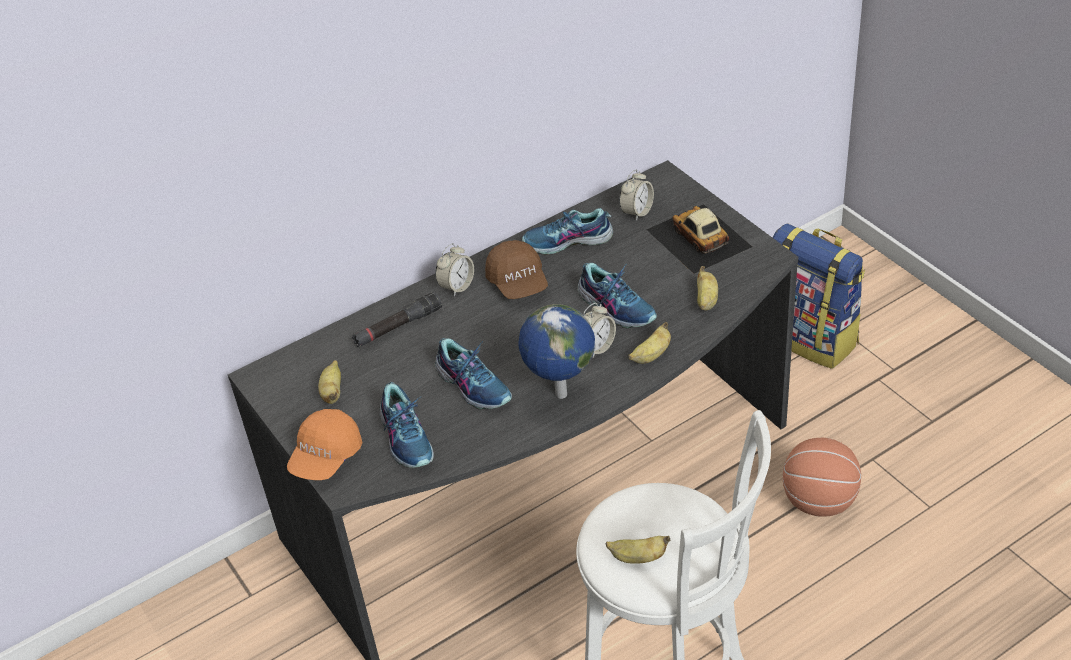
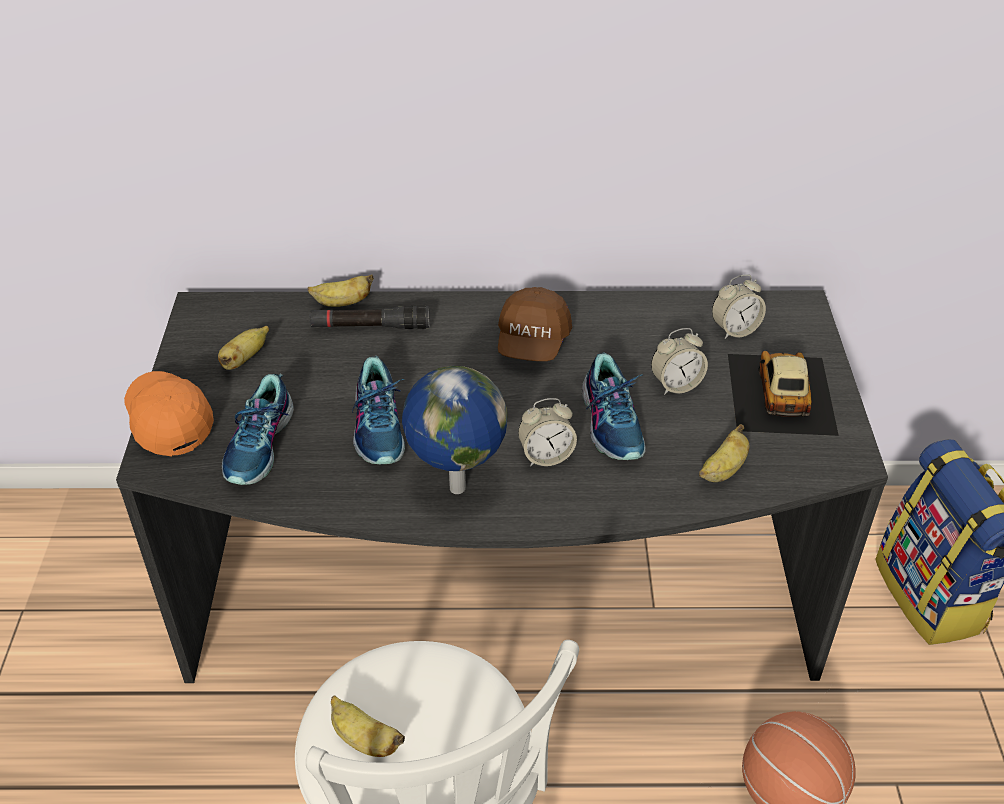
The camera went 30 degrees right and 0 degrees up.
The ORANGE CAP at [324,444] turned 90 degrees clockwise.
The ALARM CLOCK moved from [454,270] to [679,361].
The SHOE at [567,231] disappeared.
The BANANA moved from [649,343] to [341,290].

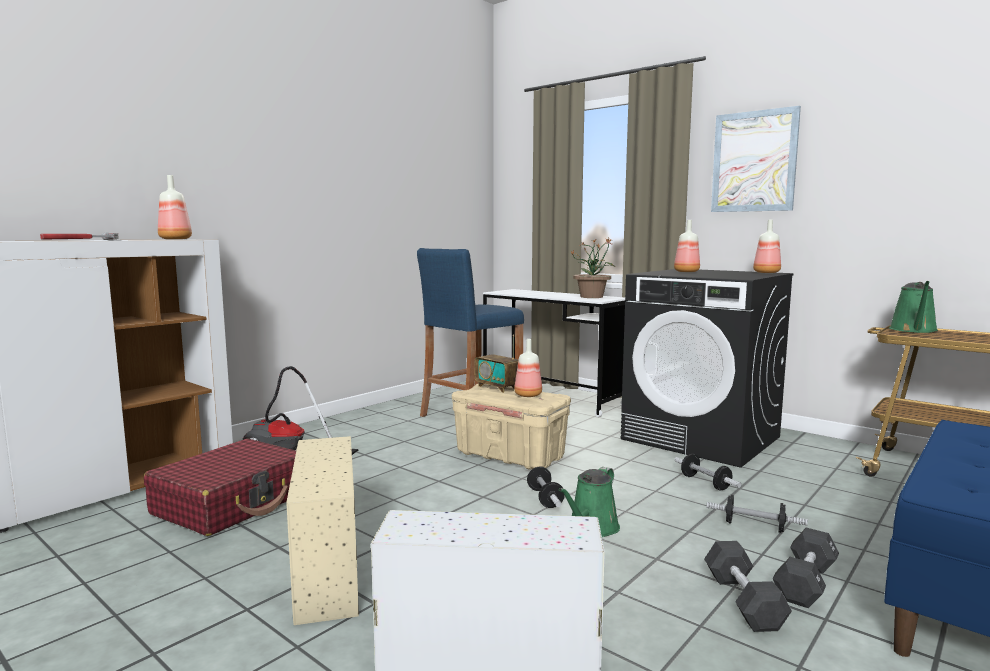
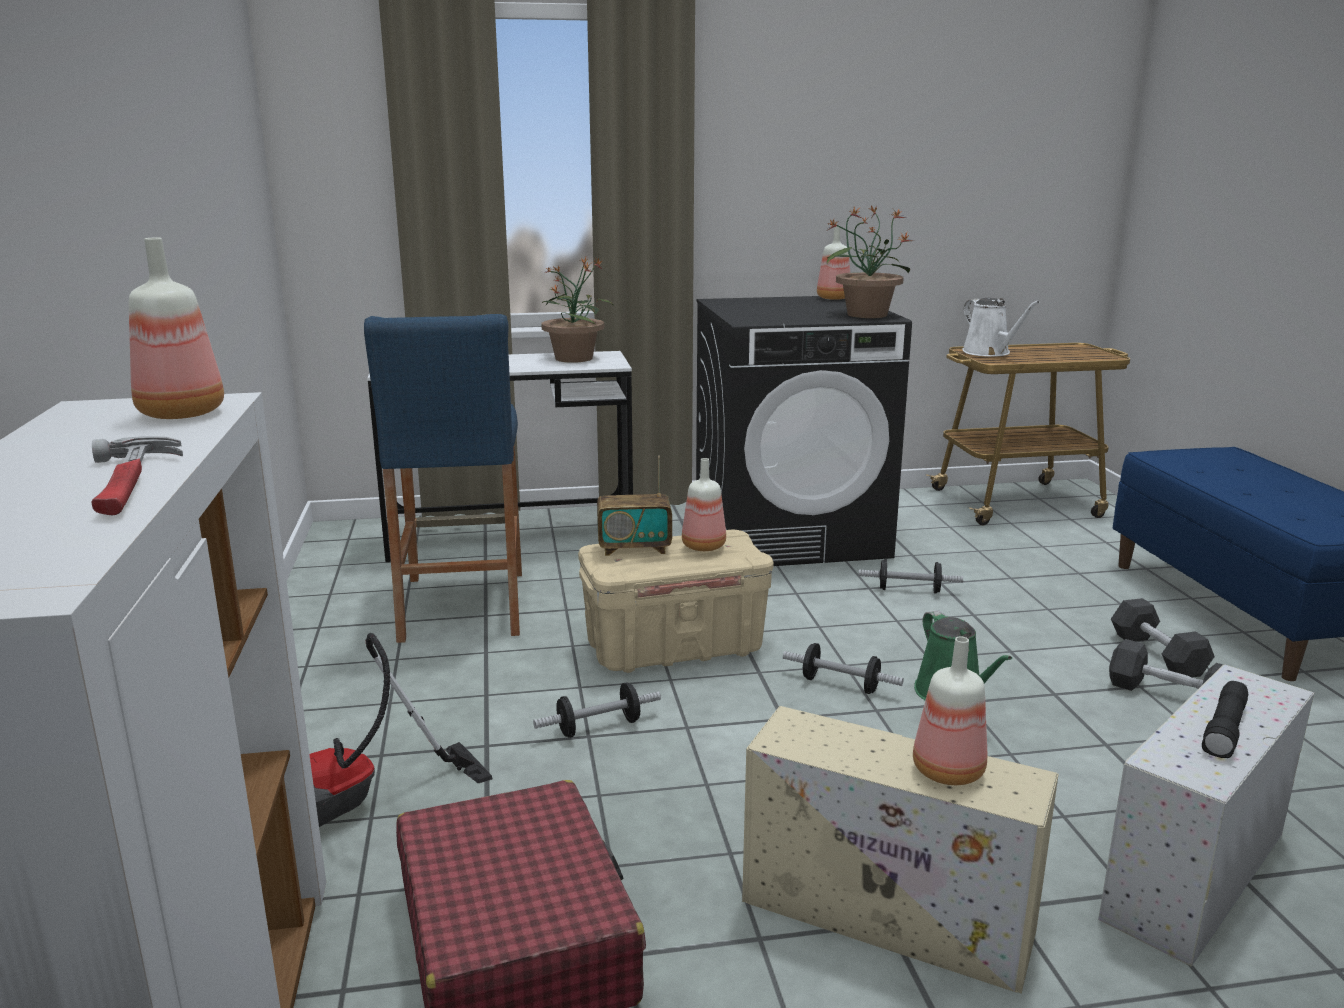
The camera went 50 degrees left and 10 degrees up.
The BOTTLE moved from [687,246] to [950,710].
The DUMBBELL moved from [757,514] to [597,710].
The PICTURE at [756,159] disappeared.
The GREEN WATERING CAN at [913,307] became the WHITE WATERING CAN at [1001,327].
The POTTED PLANT at [870,262] appeared.
The BLACK FLASHLIGHT at [1225,719] appeared.

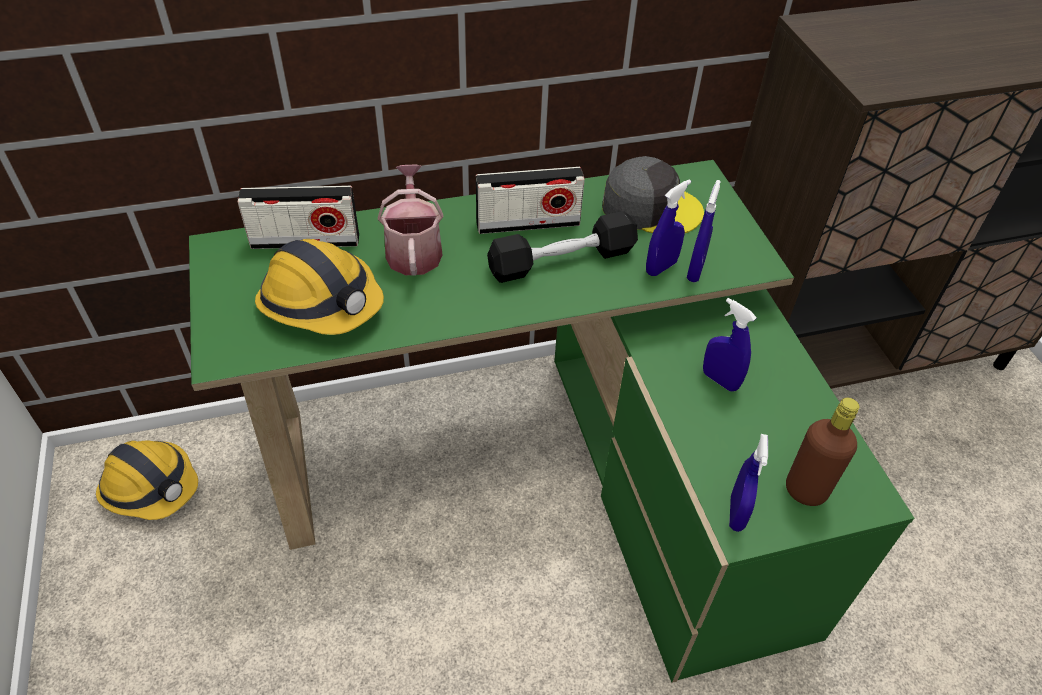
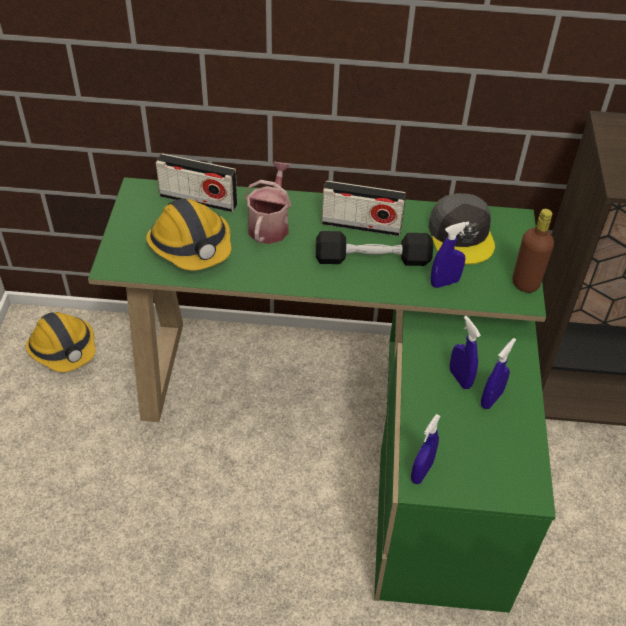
The camera went 20 degrees right and 0 degrees up.
The GREY CAP at [653,194] turned 45 degrees clockwise.
The BLUE SPRAY BOTTLE moved from [704,231] to [498,373].
The BROWN BOTTLE moved from [822,452] to [533,251].

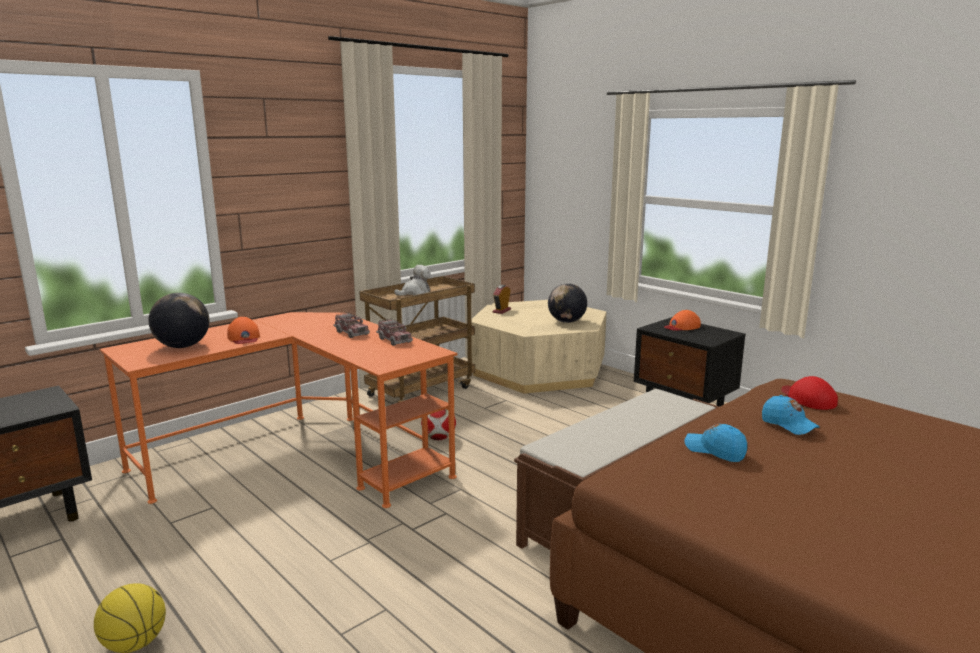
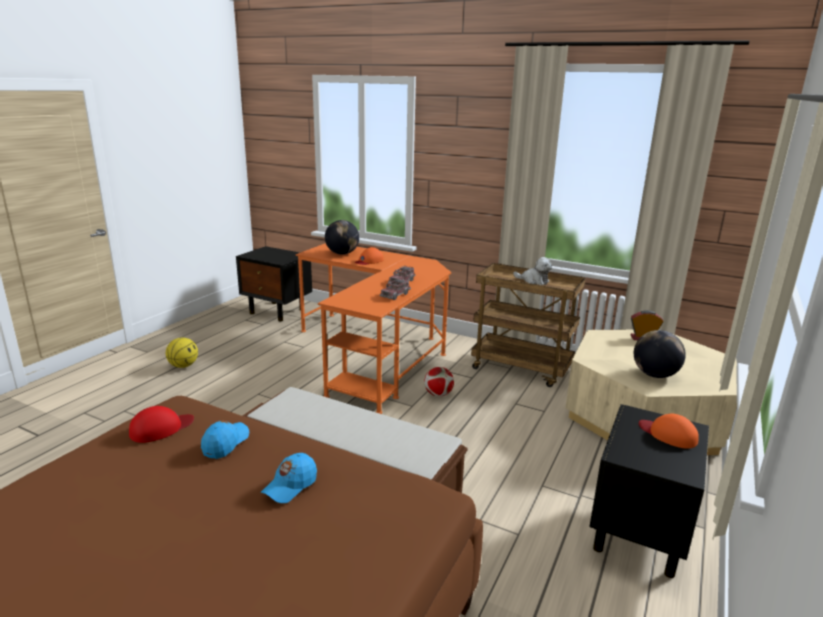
The camera went 70 degrees right and 5 degrees up.
The RED CAP moved from [809,393] to [161,424].

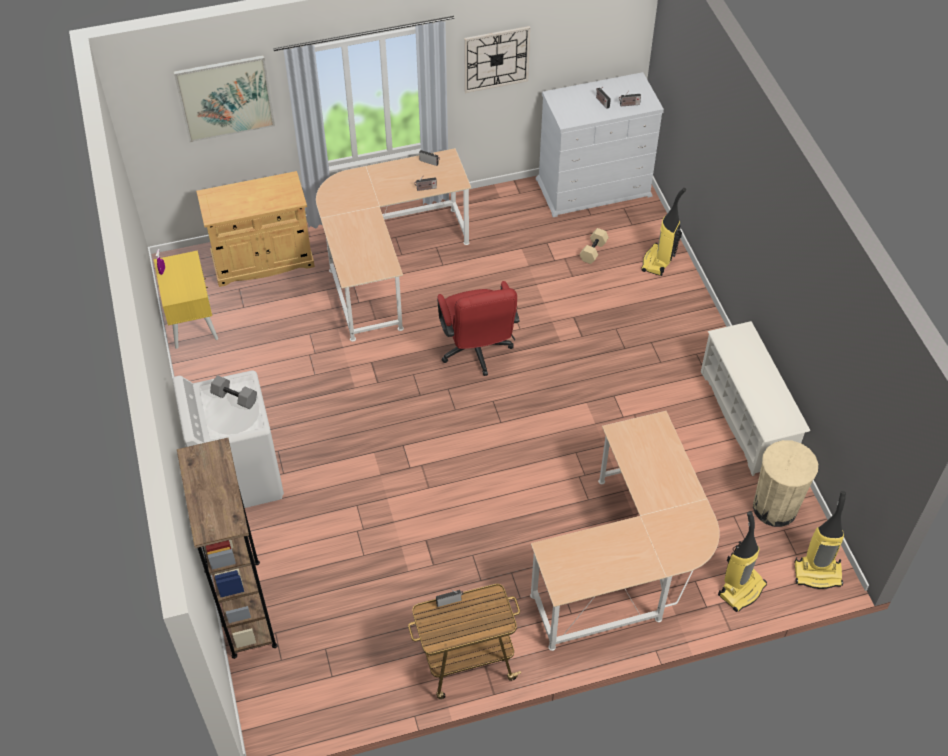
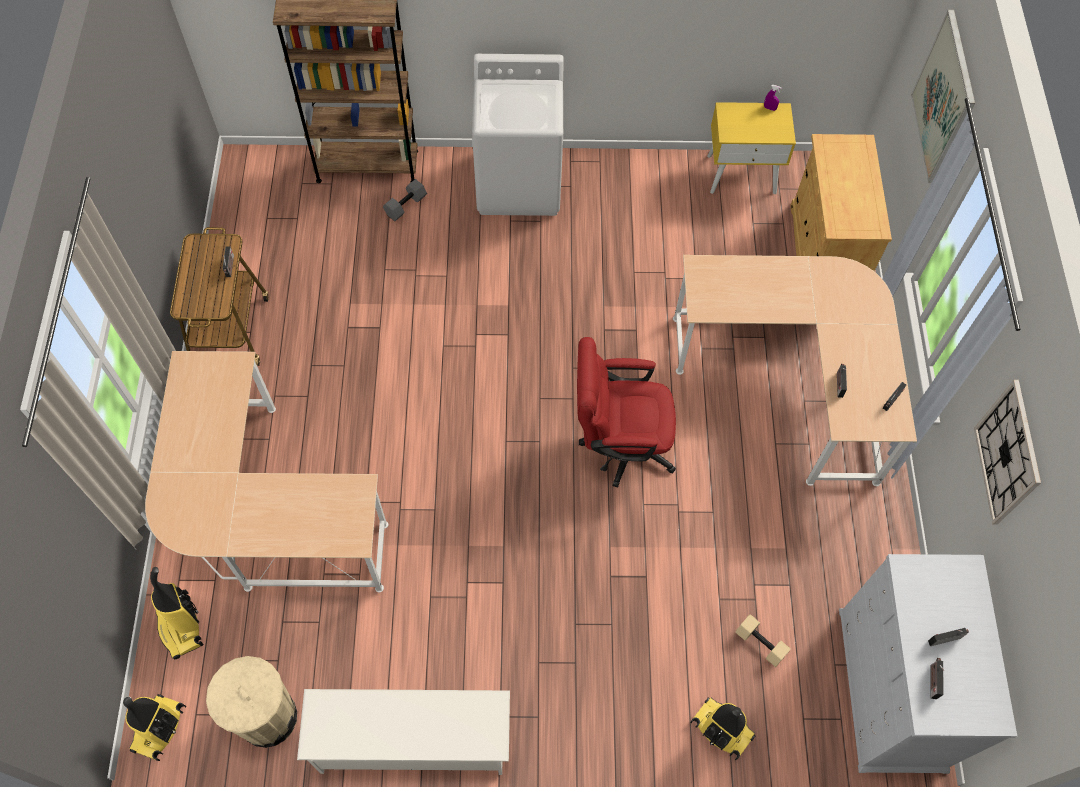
The camera went 105 degrees right and 10 degrees up.
The GREY DUMBBELL moved from [233,392] to [405,200].

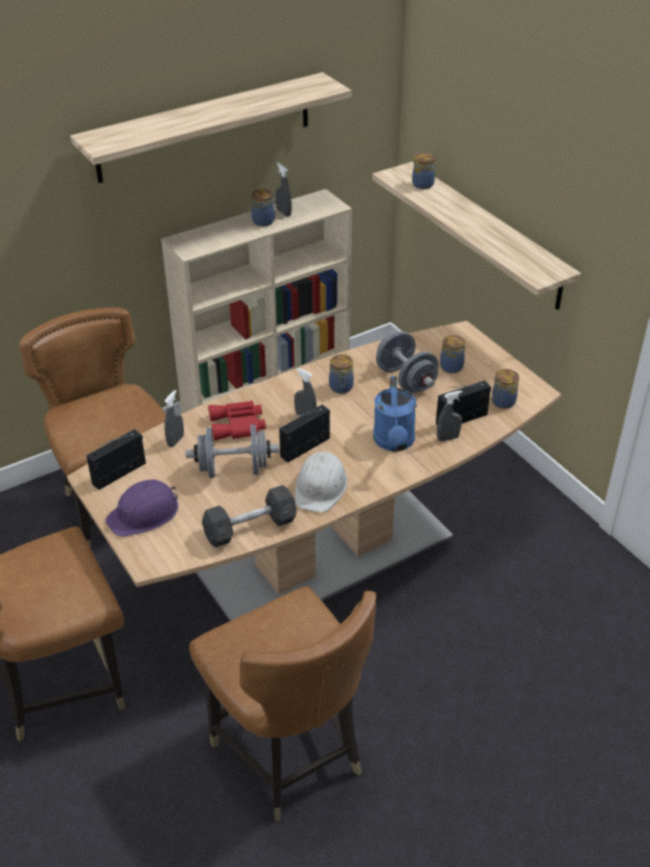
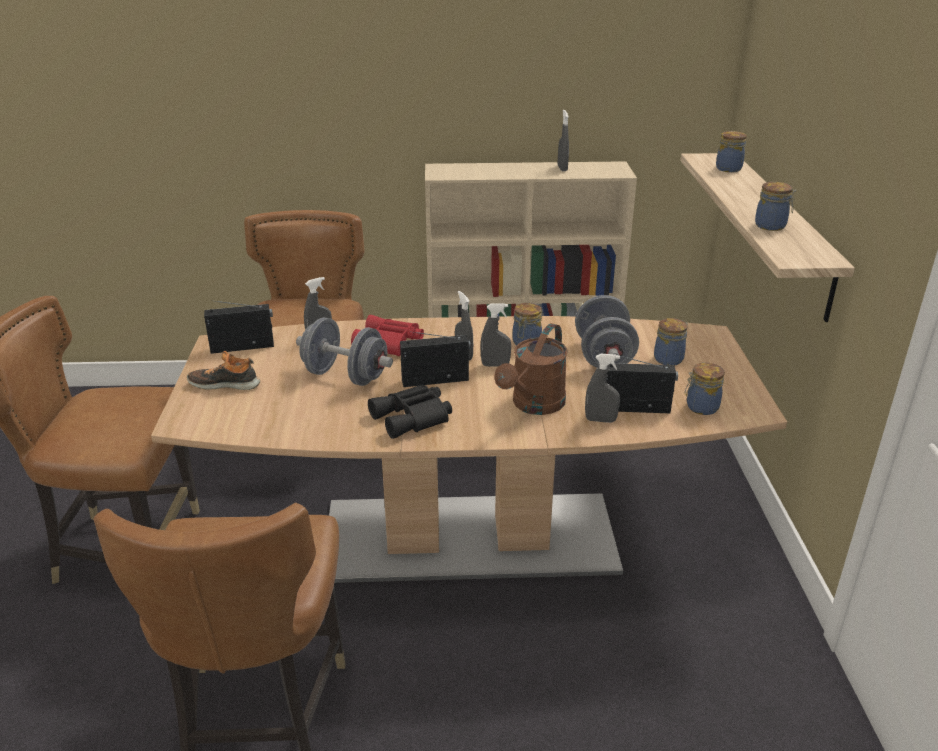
The camera went 30 degrees right and 10 degrees down.
The SHELF at [210,127] disappeared.
The PURPLE HARD HAT at [141,508] was replaced by the SHOE at [223,370].
The GREY DUMBBELL at [249,516] disappeared.
The JAR moved from [264,207] to [775,206].
The WHITE HARD HAT at [321,482] was replaced by the BLACK BINOCULARS at [410,412].
The BLUE WATERING CAN at [394,414] became the BROWN WATERING CAN at [530,369].
The GREY SPRAY BOTTLE at [496,335] appeared.

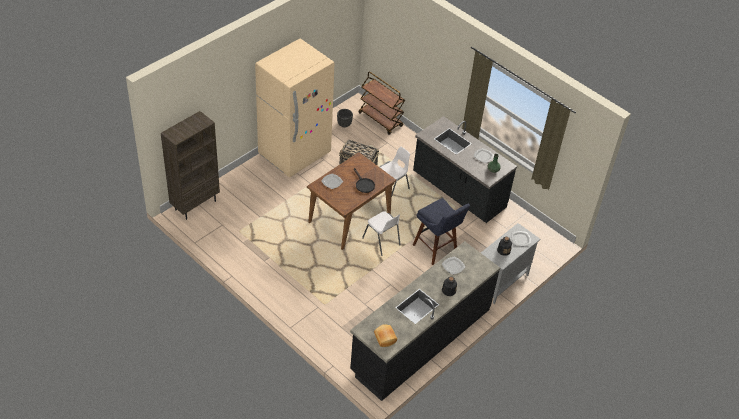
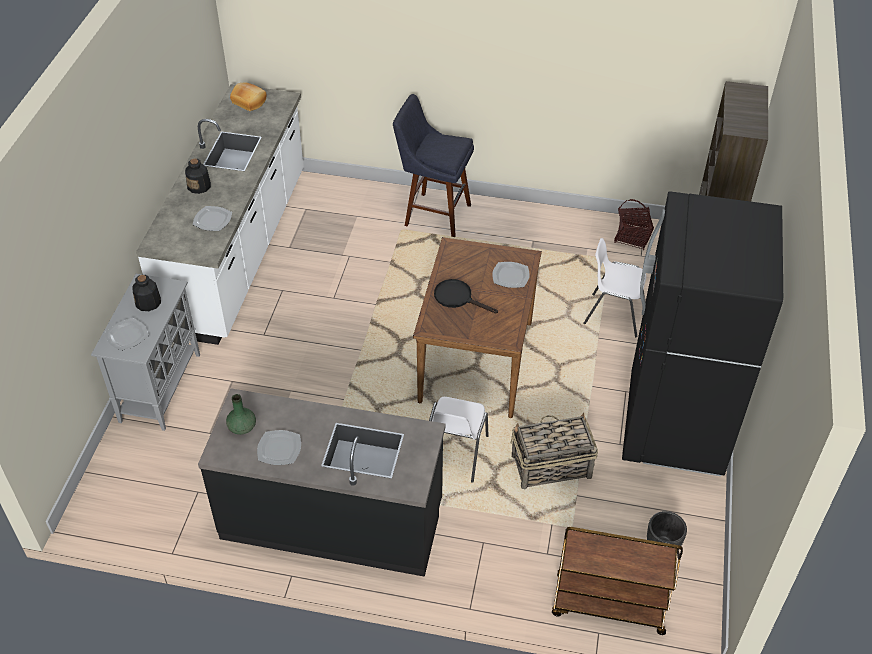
The camera went 150 degrees right and 0 degrees up.
The BEIGE FRIDGE at [294,108] became the BLACK FRIDGE at [702,333].
The BLACK COUNTER at [425,321] became the WHITE COUNTER at [220,214].
The WHITE CHAIR moved from [381,233] to [614,287].
The BLUE STOOL moved from [441,231] to [433,165].
The BASKET at [634,224] appeared.

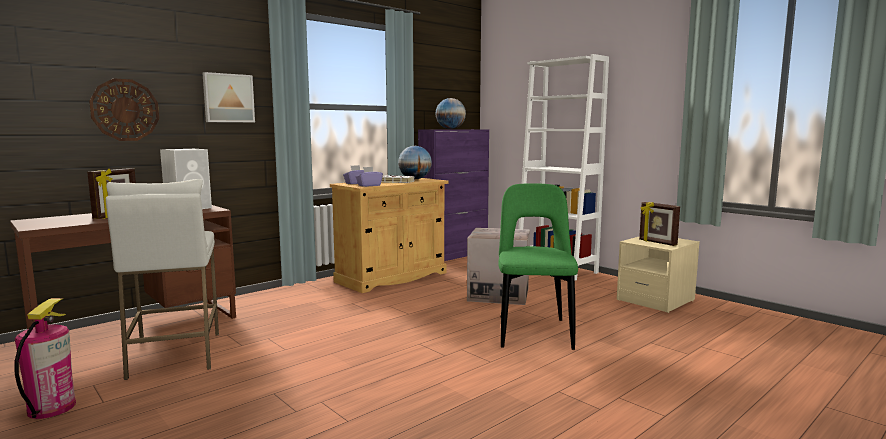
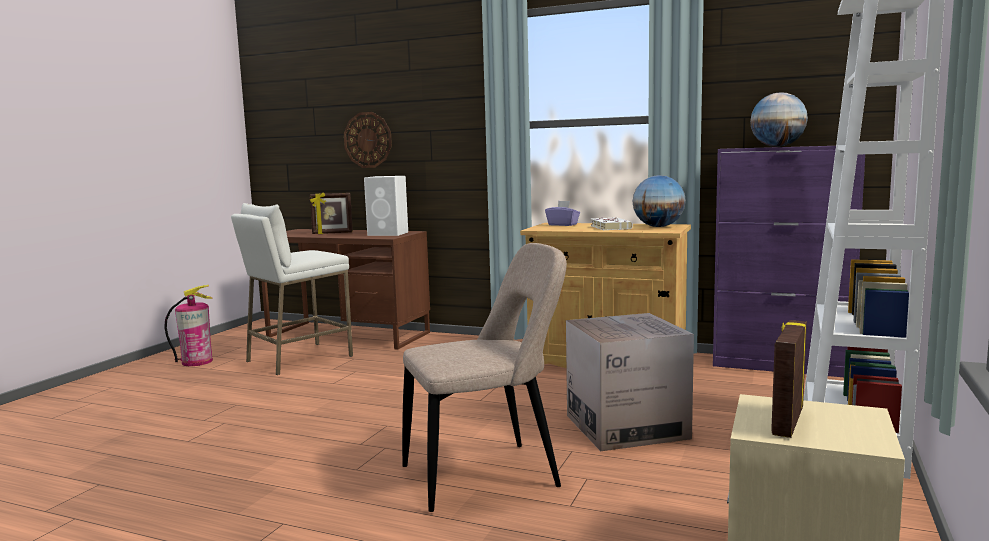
The camera went 65 degrees right and 0 degrees up.
The PICTURE at [228,97] disappeared.
The PURPLE TISSUE BOX at [369,177] disappeared.
The GREEN CHAIR at [538,266] became the BEIGE CHAIR at [484,377].

